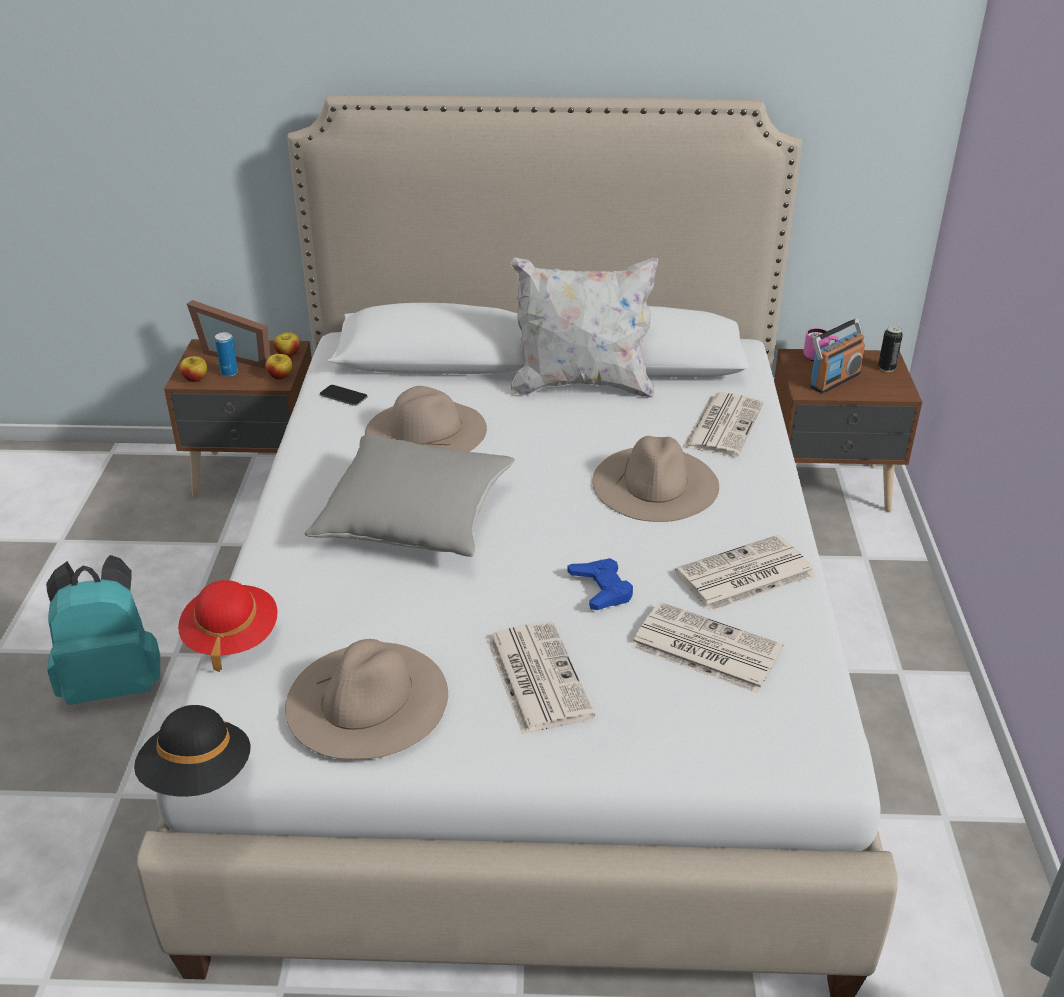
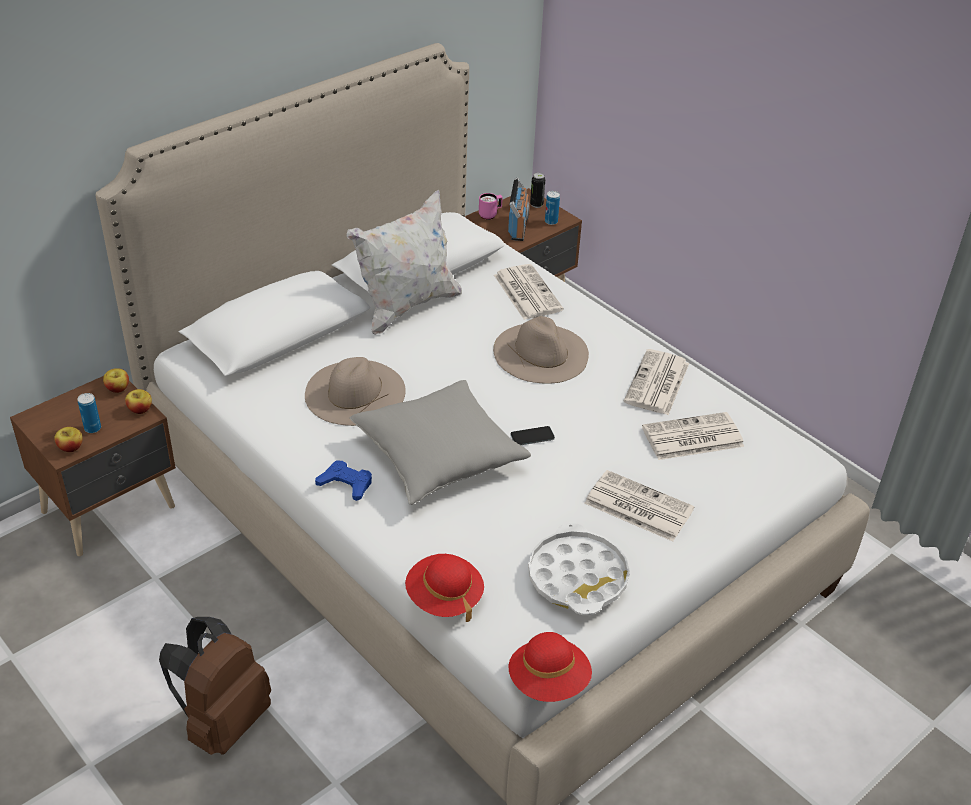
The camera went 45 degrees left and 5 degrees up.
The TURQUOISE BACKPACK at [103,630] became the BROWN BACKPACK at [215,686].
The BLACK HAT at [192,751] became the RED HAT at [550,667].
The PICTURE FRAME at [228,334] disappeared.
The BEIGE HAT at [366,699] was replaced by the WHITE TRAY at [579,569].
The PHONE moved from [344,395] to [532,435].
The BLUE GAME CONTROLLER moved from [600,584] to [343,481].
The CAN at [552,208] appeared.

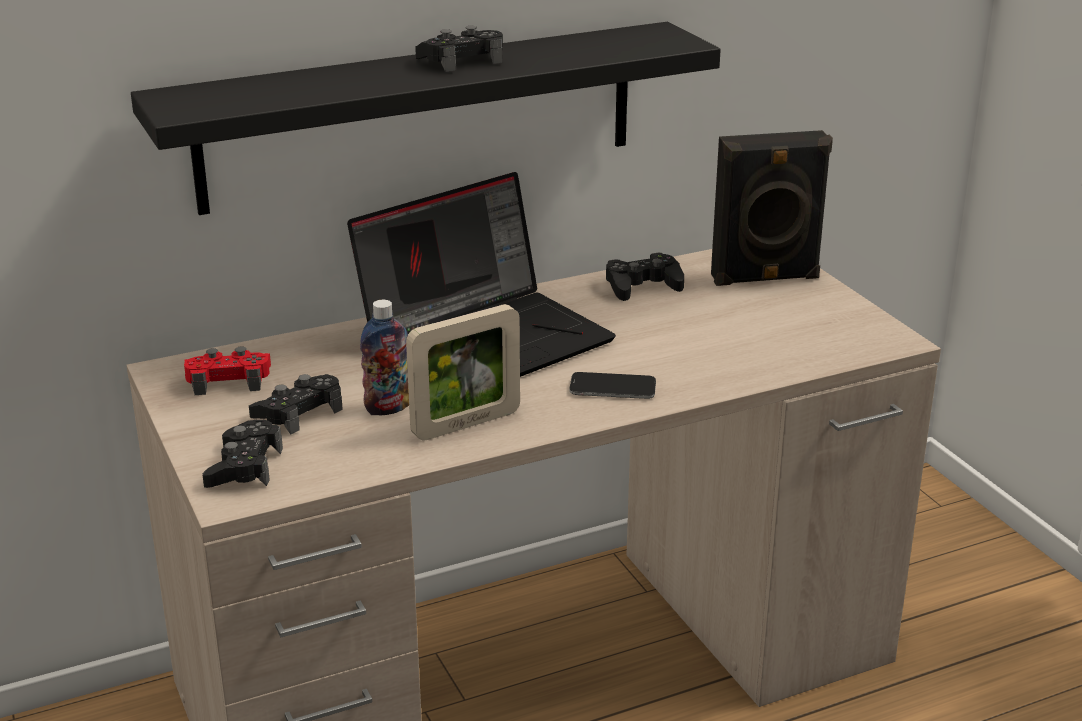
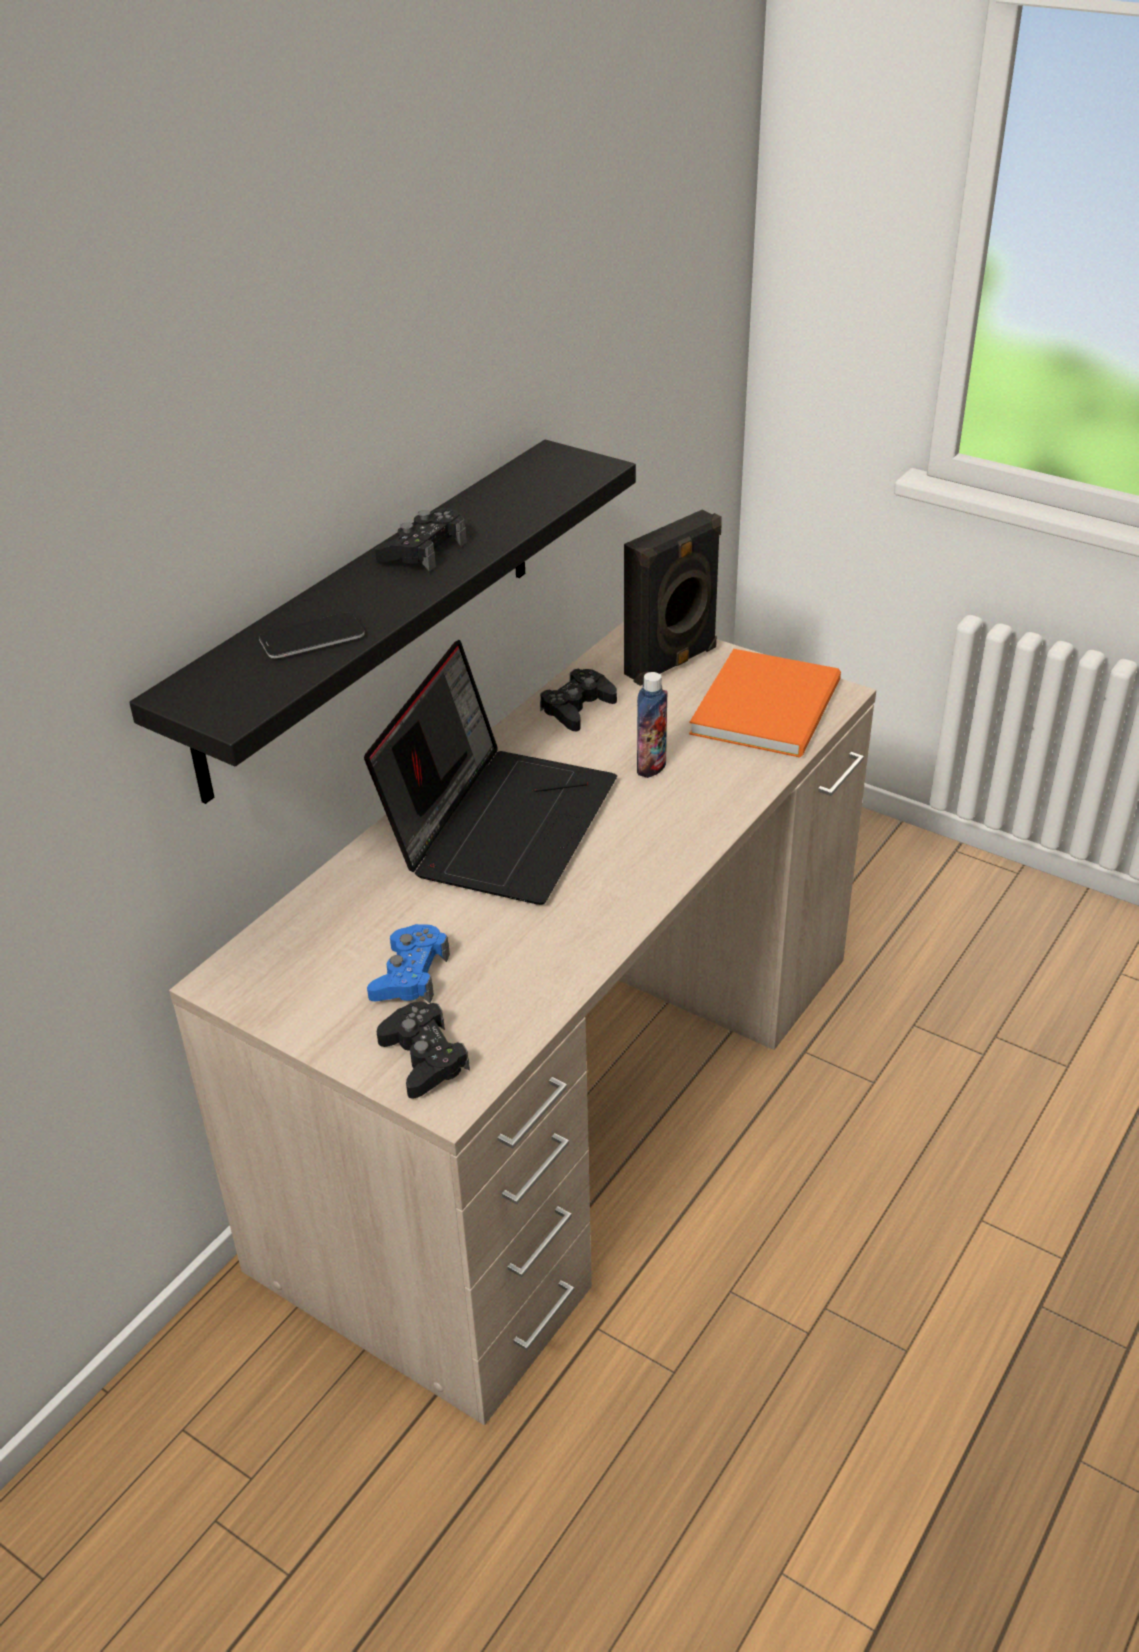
The camera went 30 degrees left and 10 degrees up.
The RED GAME CONTROLLER at [227,370] disappeared.
The BLACK GAME CONTROLLER at [296,404] became the BLUE GAME CONTROLLER at [408,963].
The BOTTLE moved from [384,357] to [652,725].
The PICTURE FRAME at [463,372] disappeared.
The PHONE moved from [612,385] to [312,636].
The ORANGE BOOK at [765,703] appeared.

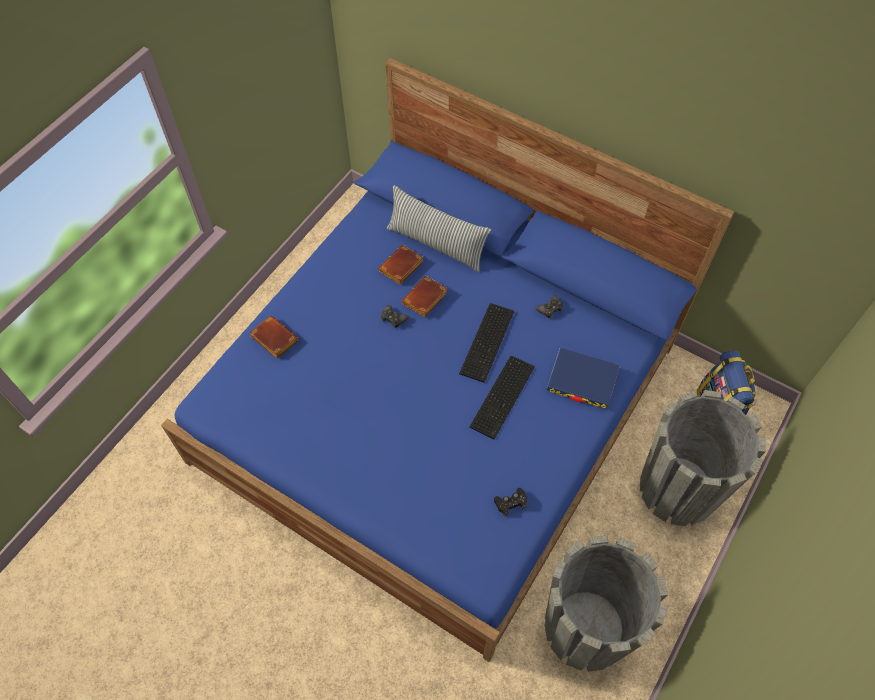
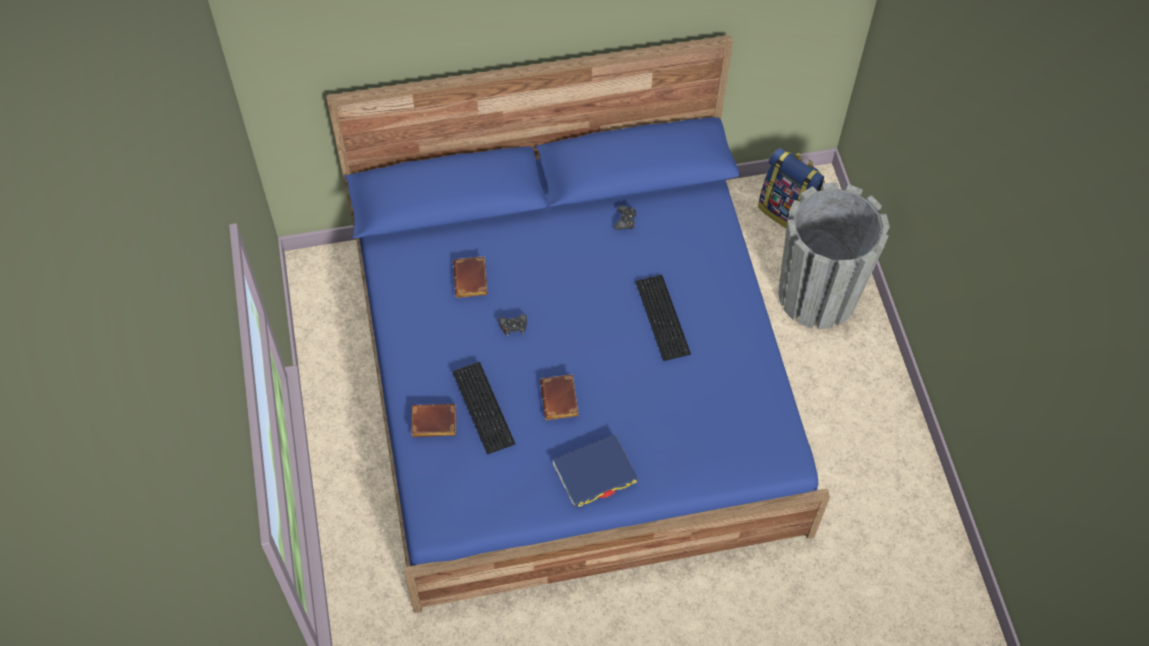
The camera went 45 degrees left and 0 degrees up.
The PILLOW at [439,228] disappeared.
The BROWN BOOK moved from [425,296] to [559,397].
The KEYBOARD moved from [486,343] to [484,408].
The BLACK GAME CONTROLLER at [510,502] disappeared.
The GREY PLANTER at [606,603] disappeared.
The BLUE BOOK moved from [583,378] to [595,471].

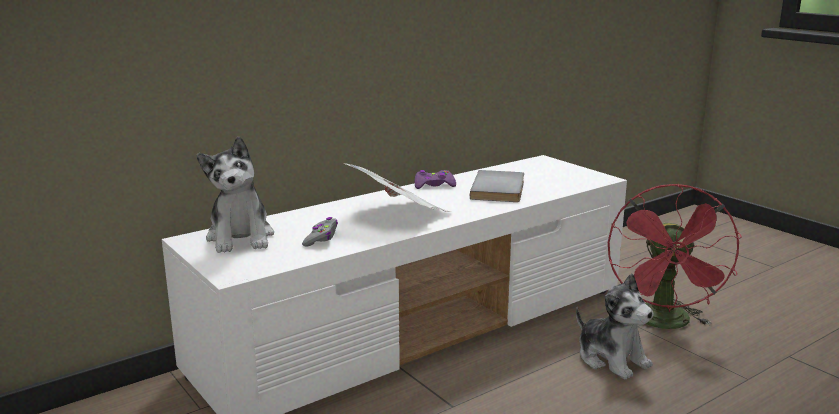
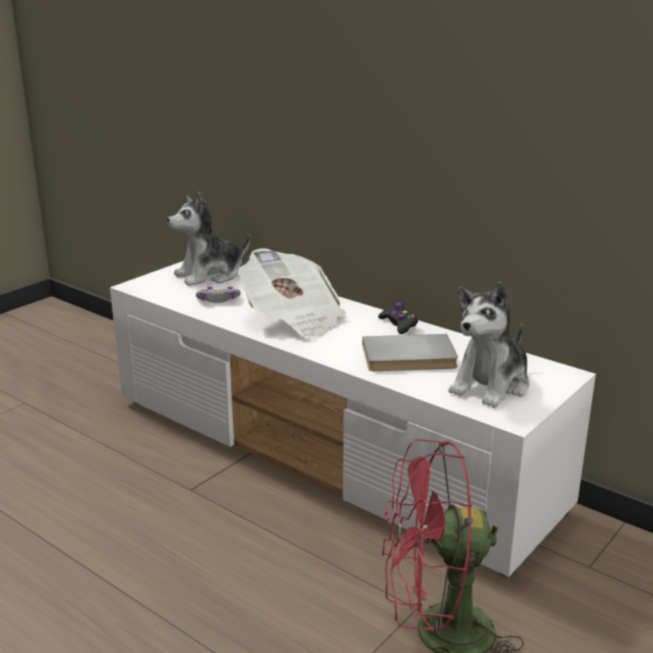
The camera went 75 degrees right and 5 degrees up.
The PURPLE GAME CONTROLLER at [435,179] became the BLACK GAME CONTROLLER at [398,318].
The PLUSH TOY moved from [615,326] to [488,345].

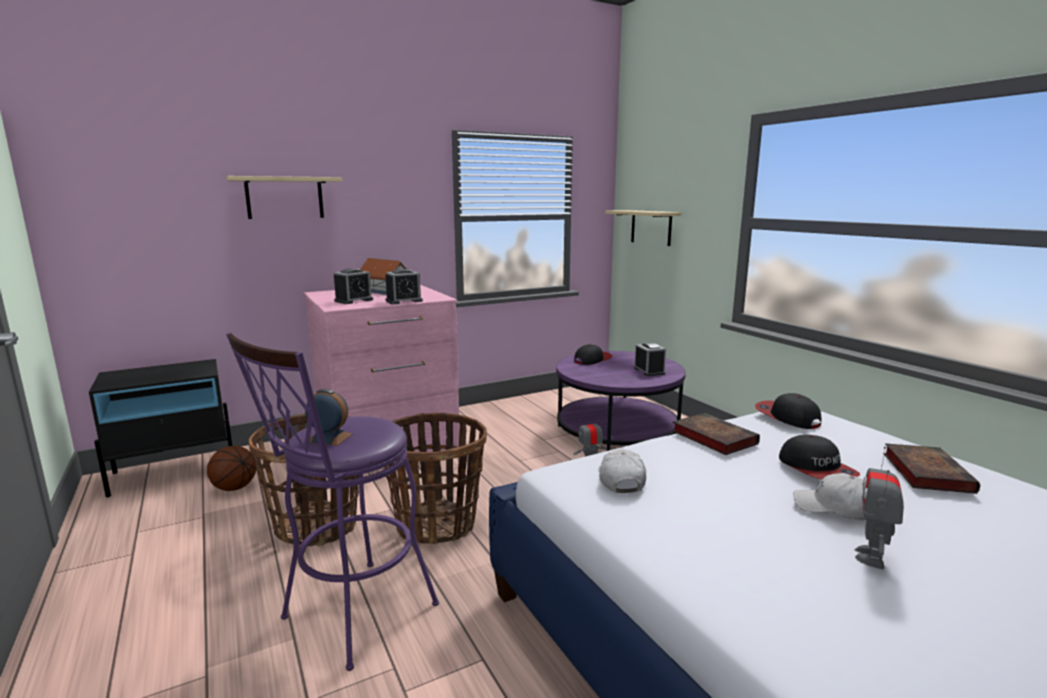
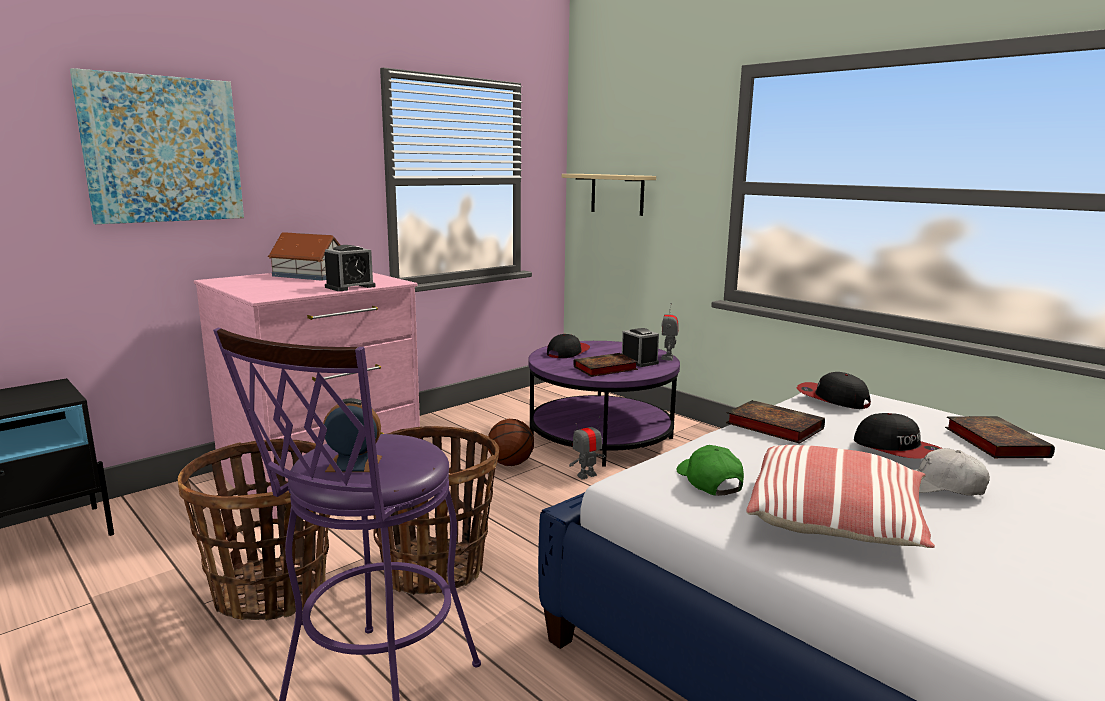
The camera went 15 degrees left and 0 degrees up.
The BASKETBALL moved from [231,468] to [511,442].
The BEIGE SHELF at [284,197] was replaced by the PICTURE at [157,146].
The ALARM CLOCK at [353,286] disappeared.
The WHITE CAP at [622,471] became the GREEN CAP at [710,470].
The TOY ROBOT moved from [879,507] to [670,332].
The BOOK at [605,365] appeared.
The PILLOW at [840,496] appeared.

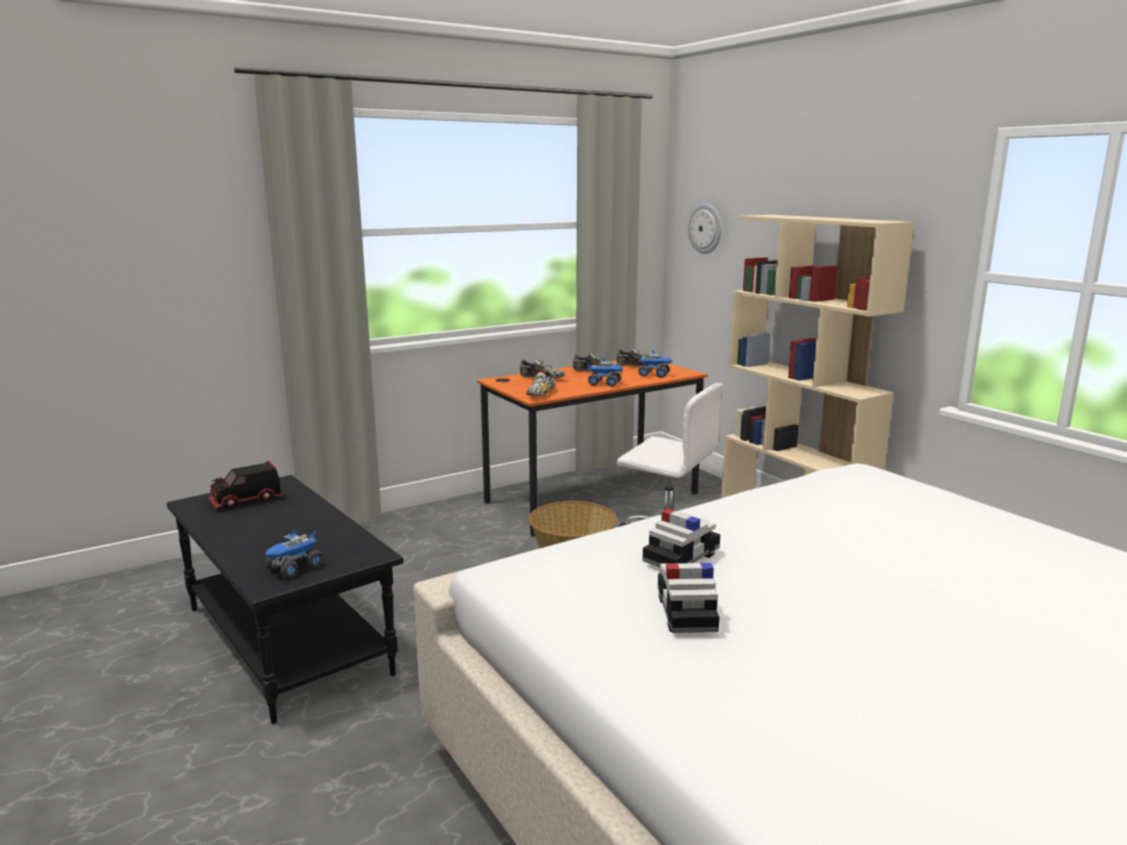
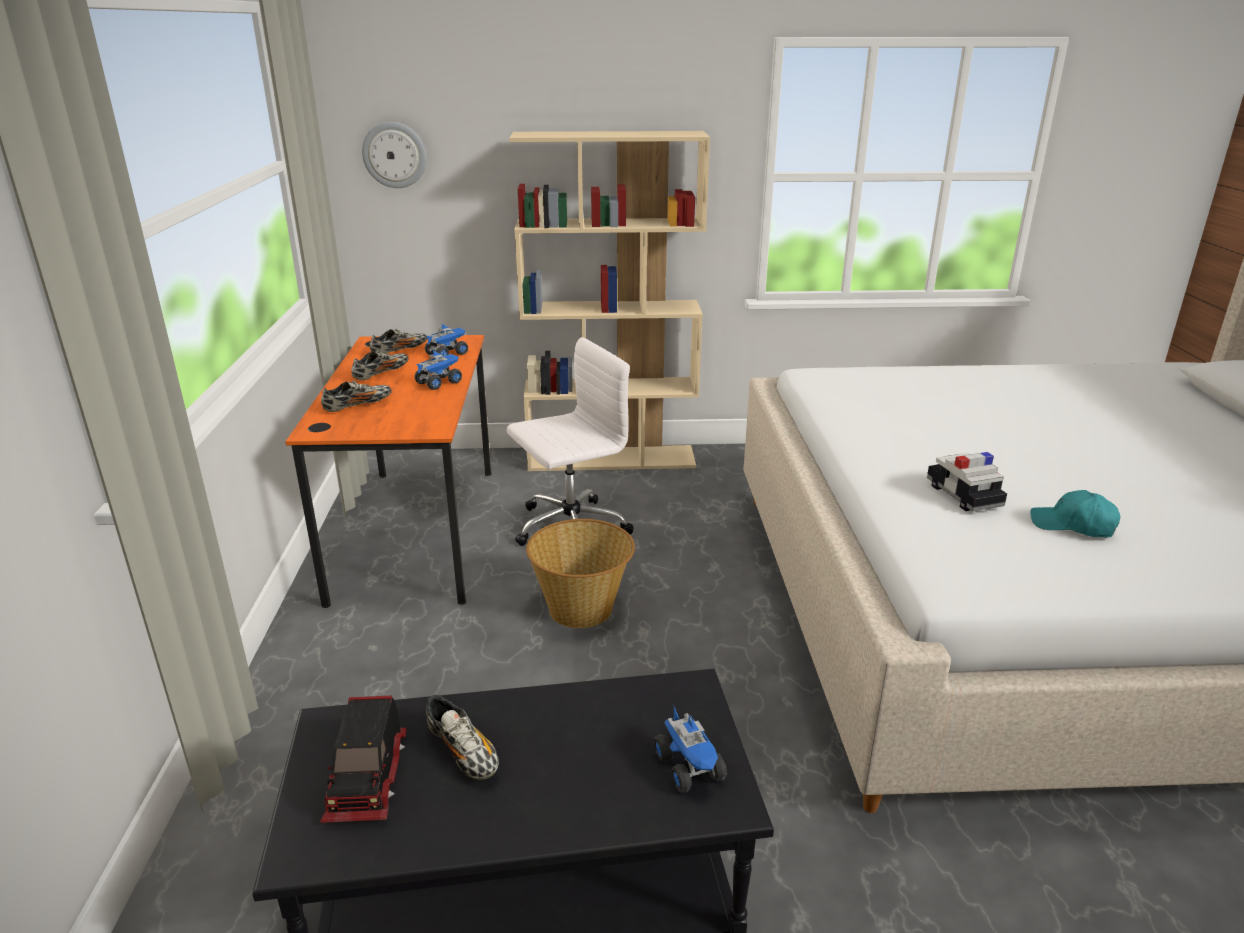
The camera went 60 degrees left and 10 degrees up.
The SHOE moved from [540,383] to [462,737].
The TOY CAR at [689,598] was replaced by the TURQUOISE CAP at [1075,513].

